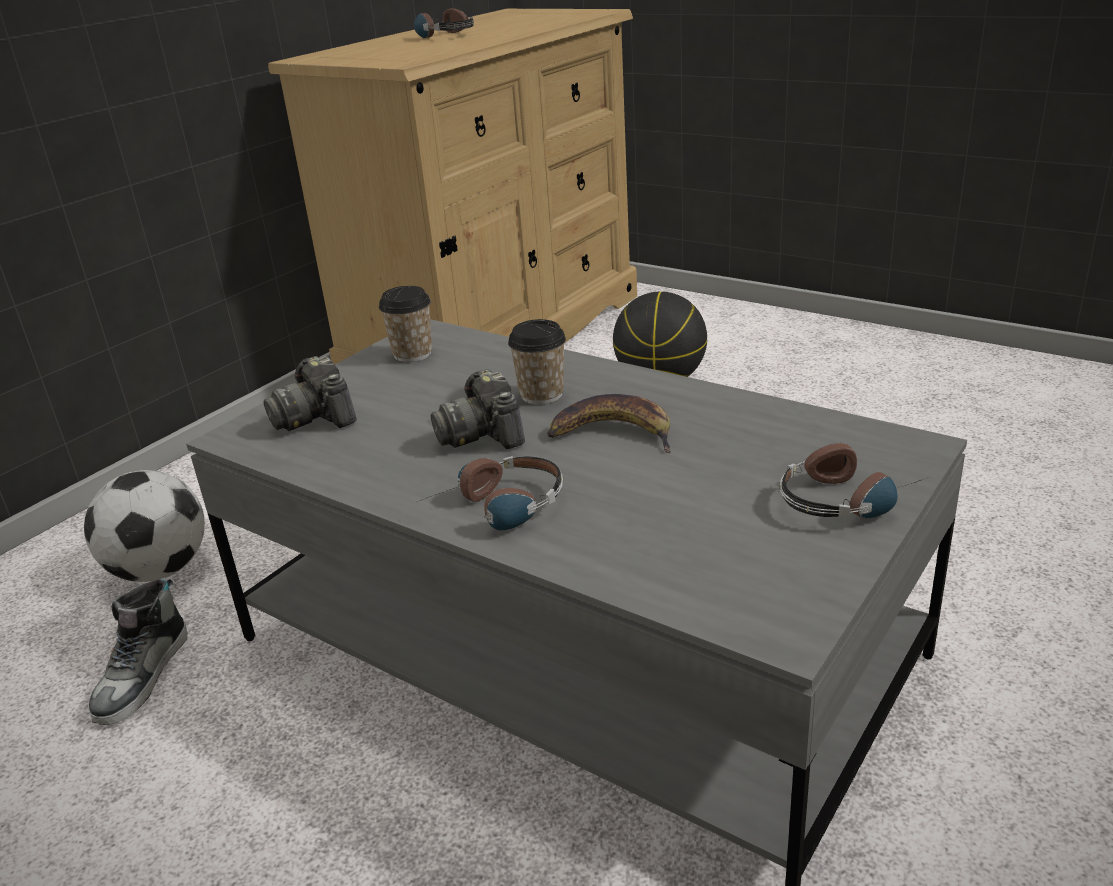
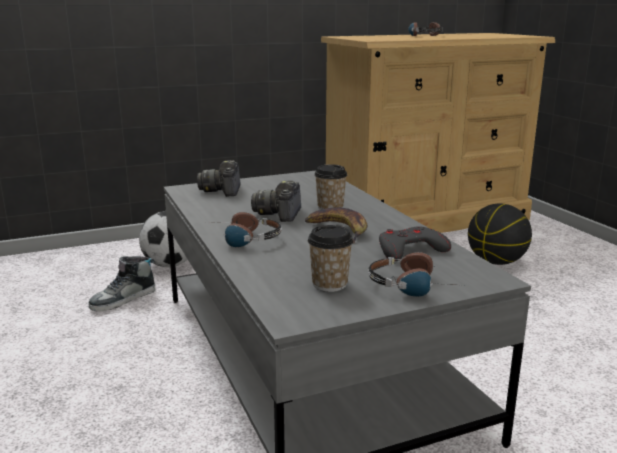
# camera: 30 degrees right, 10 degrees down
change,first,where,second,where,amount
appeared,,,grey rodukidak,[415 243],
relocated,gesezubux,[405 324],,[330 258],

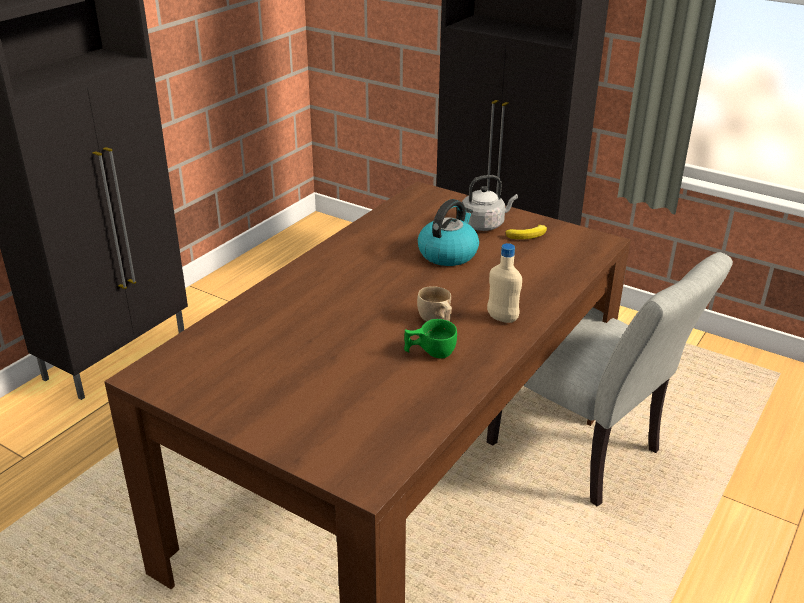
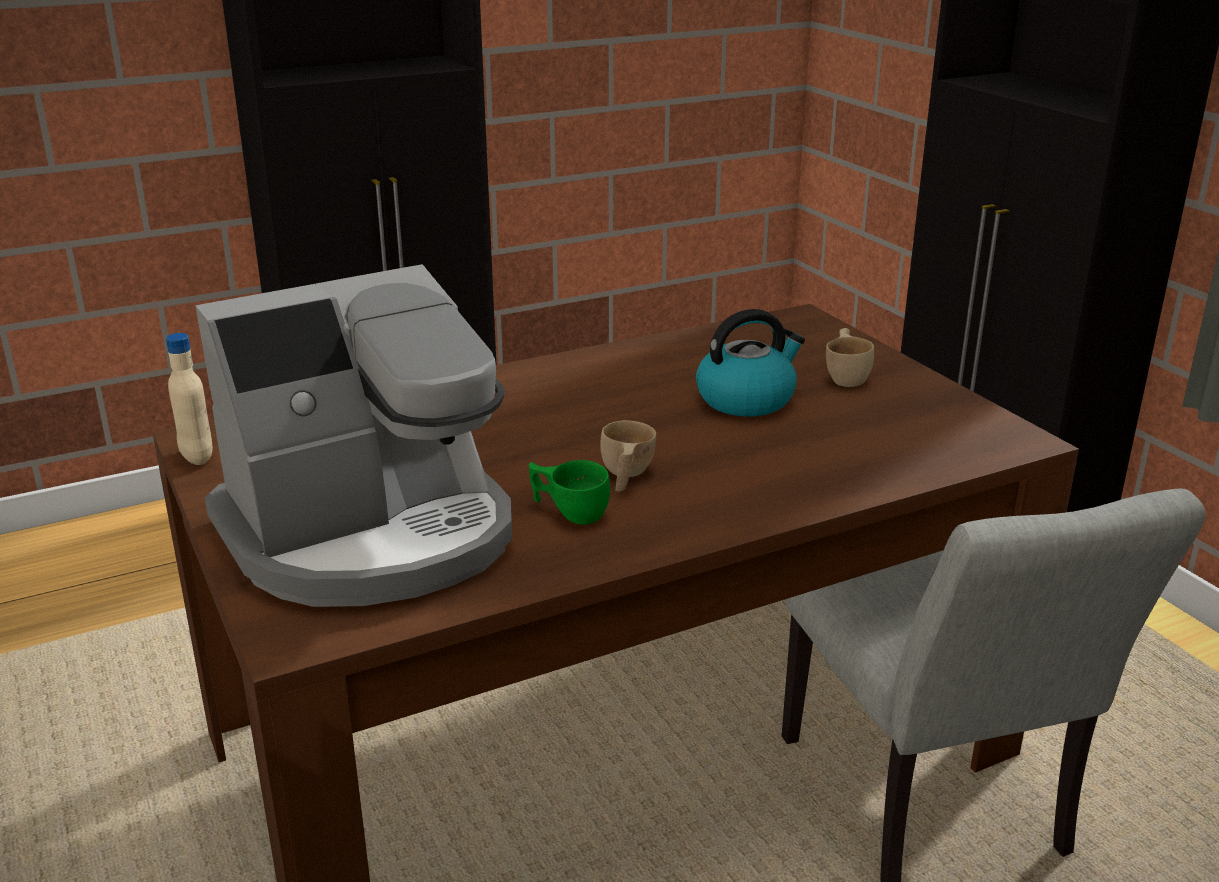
# camera: 30 degrees right, 5 degrees down
change,first,where,second,where,amount
missing,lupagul,[526 232],,,
appeared,,,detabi,[353 435],
relocated,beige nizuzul,[504 283],,[189 399],
exchanged,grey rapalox,[490 203],beige gesezubux,[850 357],

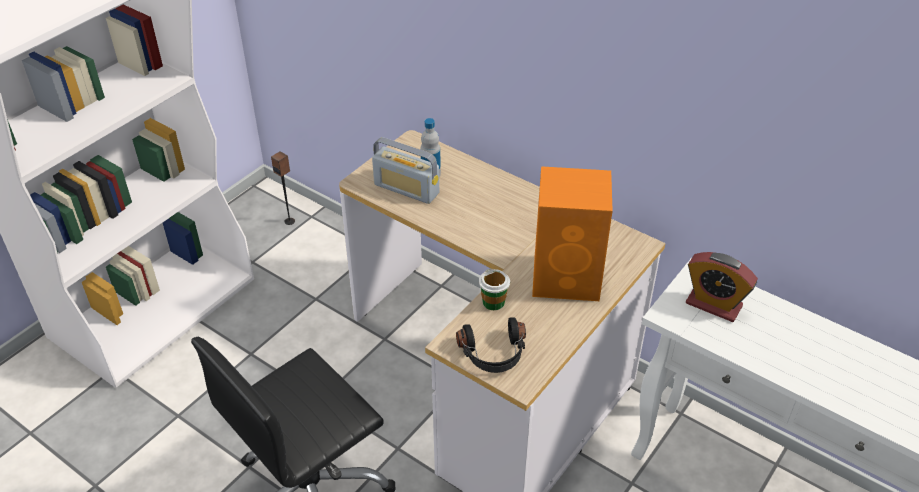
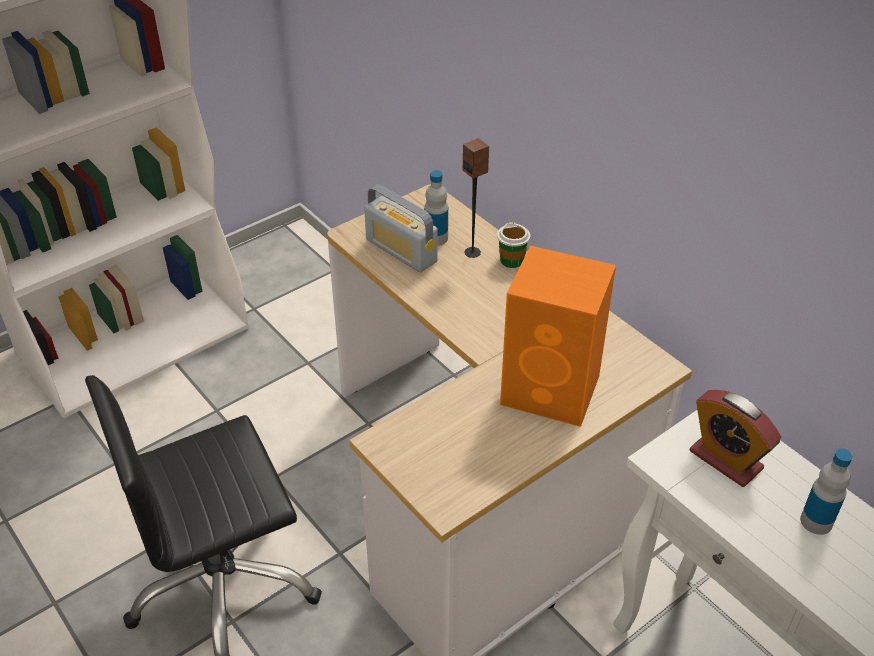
# camera: 15 degrees right, 0 degrees up
change,first,where,second,where,amount
missing,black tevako,[491 345],,,
appeared,,,nizuzul,[826 492],
relocated,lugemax,[283 188],,[476 198],
relocated,gesezubux,[494 289],,[514 245],

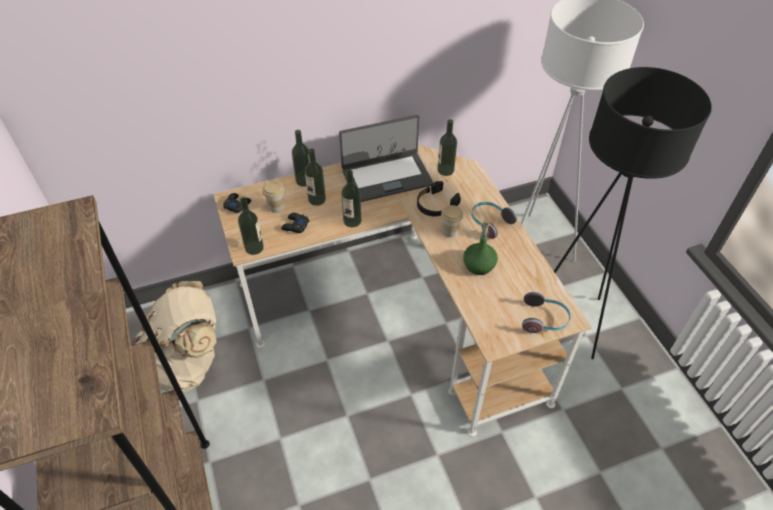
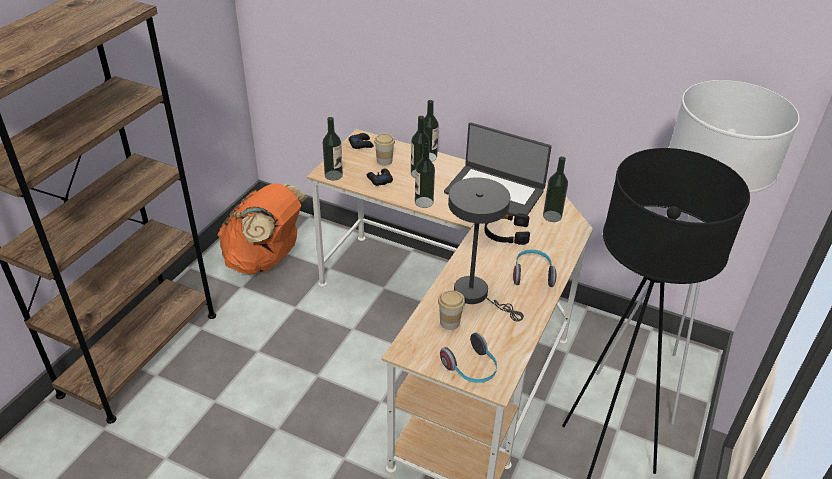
# camera: 45 degrees right, 10 degrees down
change,first,where,second,where,amount
relocated,gesezubux,[452 221],,[451 310],
exchanged,green nizuzul,[480 247],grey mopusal,[486 249],
colour,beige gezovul,[174 336],orange gezovul,[262 228],

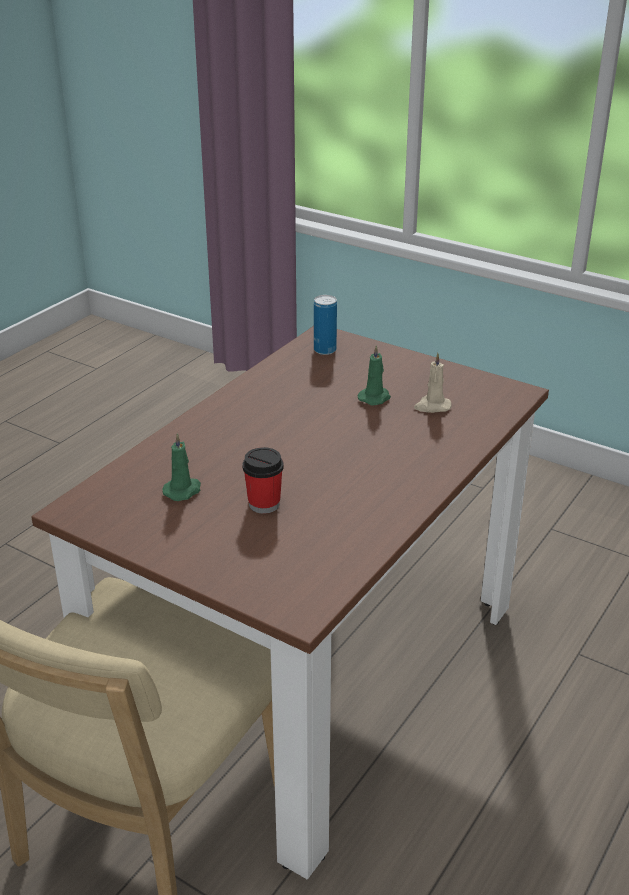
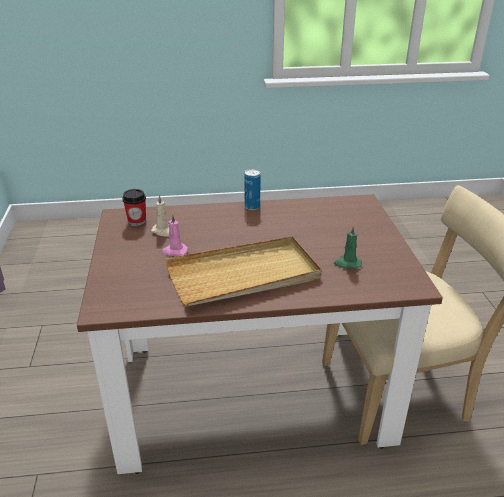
# camera: 130 degrees left, 0 degrees up
change,first,where,second,where,amount
appeared,,,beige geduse,[243 271],
relocated,gesezubux,[263 480],,[134 207],
relocated,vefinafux,[325 325],,[252 189],
colour,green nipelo,[374 375],pink nipelo,[174 235],

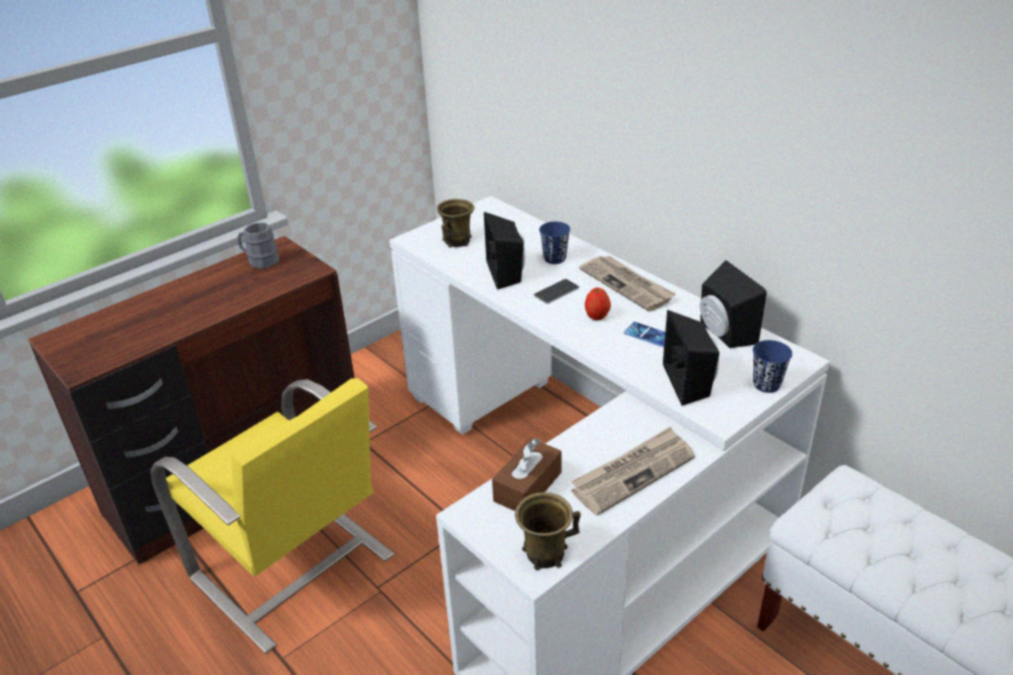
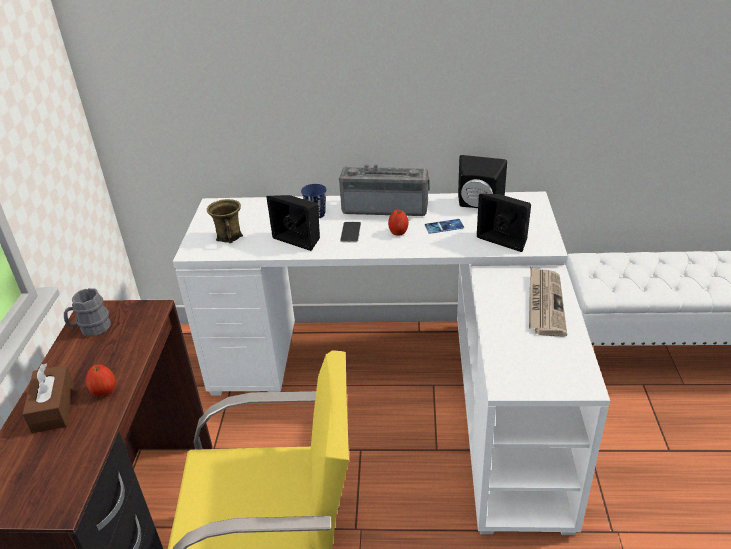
# camera: 45 degrees left, 0 degrees up
change,first,where,second,where,amount
missing,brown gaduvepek,[548 531],,,
missing,blue gesezubux,[772 366],,,
appeared,,,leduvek,[101 380],
relocated,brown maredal,[526 474],,[48 398],
exchanged,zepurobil,[627 284],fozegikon,[384 190],

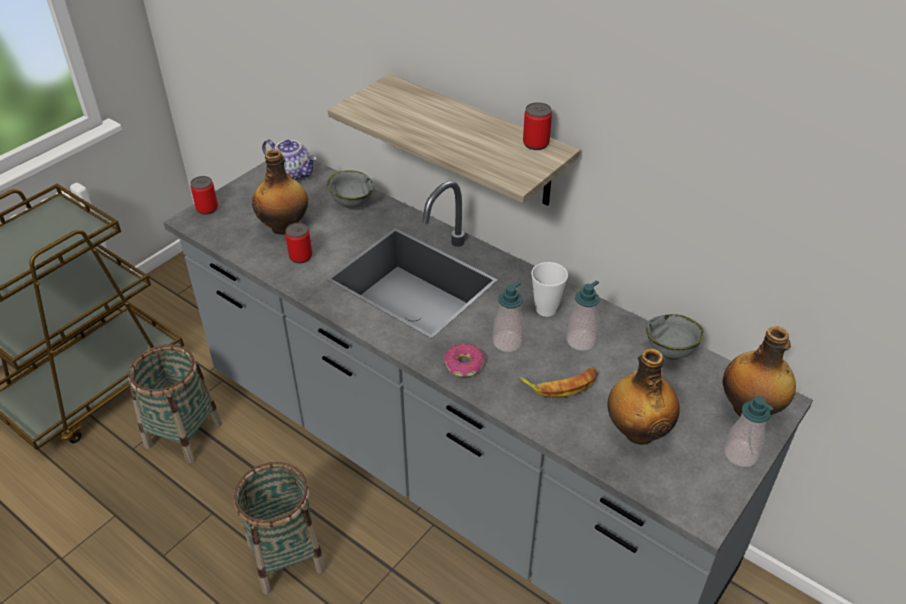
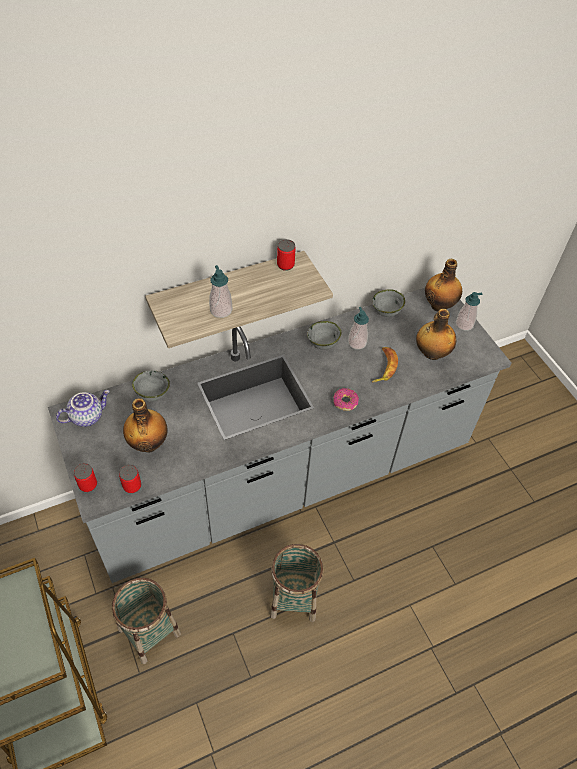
# camera: 65 degrees left, 10 degrees up
change,first,where,second,where,amount
relocated,vefinafux,[298 243],,[130 478],
relocated,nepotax,[508 316],,[220 291],
exchanged,gesezubux,[549 289],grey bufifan,[324 335],

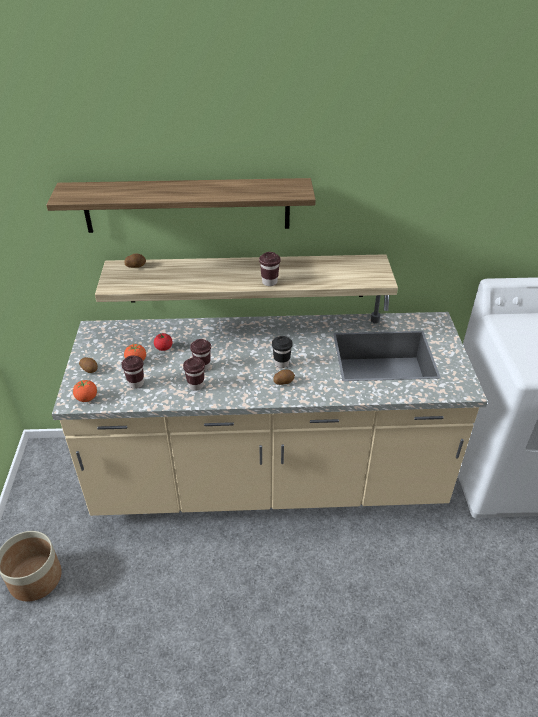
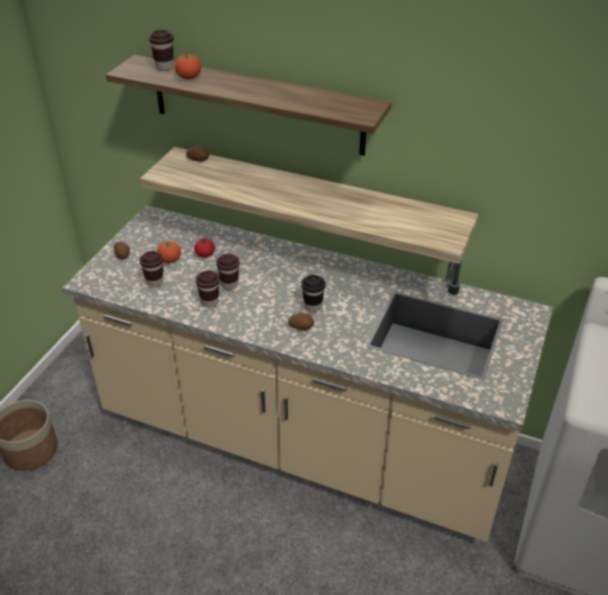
# camera: 25 degrees right, 0 degrees up
change,first,where,second,where,amount
relocated,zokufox,[85 391],,[188 66],
relocated,brown gesezubux,[269 269],,[161 50],

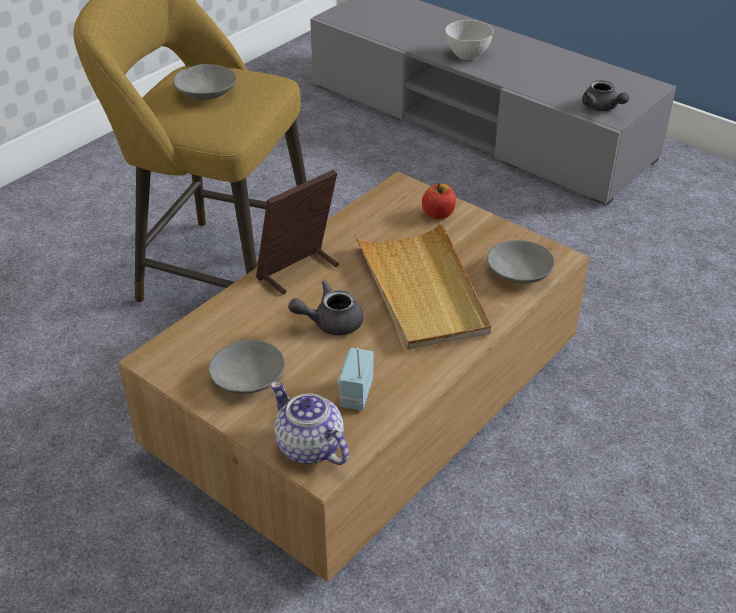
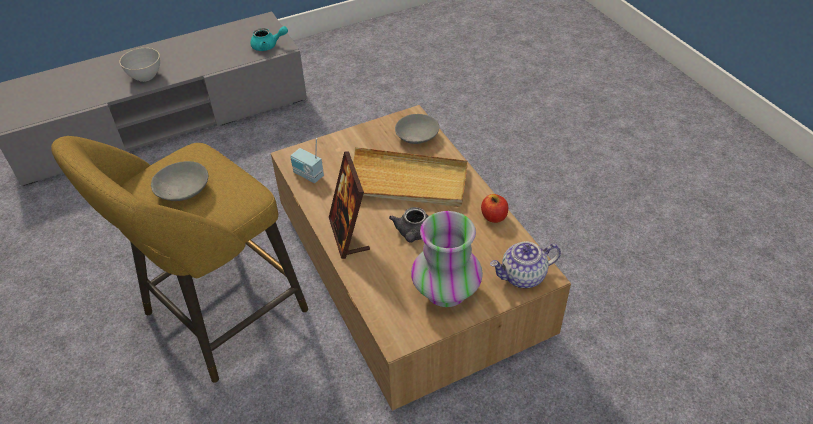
# camera: 65 degrees left, 5 degrees up
change,first,where,second,where,amount
relocated,fozegikon,[355 379],,[307 160],
relocated,leduvek,[439 201],,[494 208],
exchanged,grey bufifan,[246 366],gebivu,[447 259],
colour,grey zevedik,[605 95],turquoise zevedik,[269 38],

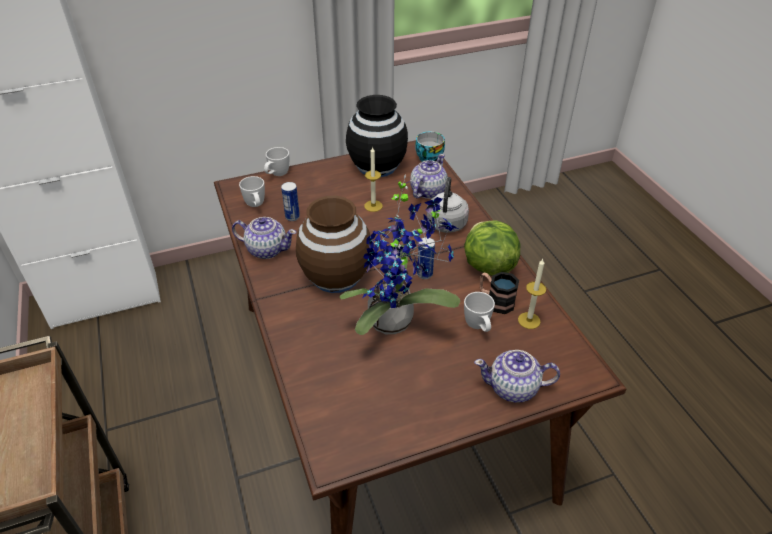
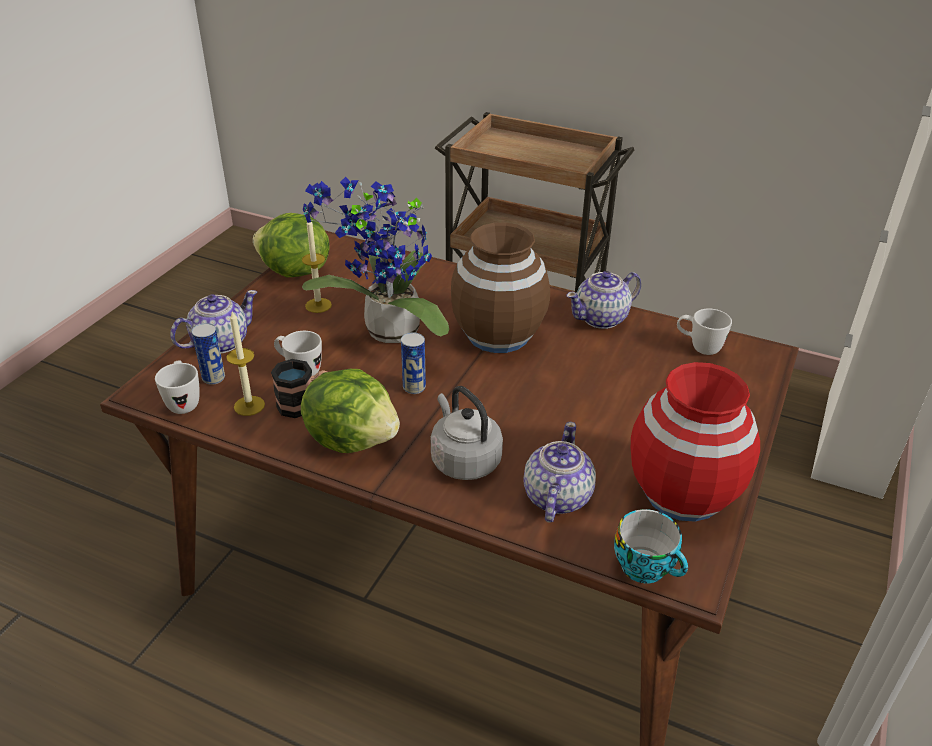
# camera: 135 degrees right, 5 degrees down
change,first,where,second,where,amount
appeared,,,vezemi,[291 245],
relocated,white gaduvepek,[276 161],,[177 387],
relocated,vefinafux,[290 201],,[208 354],
relocated,nipelo,[373 179],,[317 267],
colour,black gebivu,[377 136],red gebivu,[695 442],
spun,zevedik,[429 176],,[560 472],150 degrees counterclockwise

